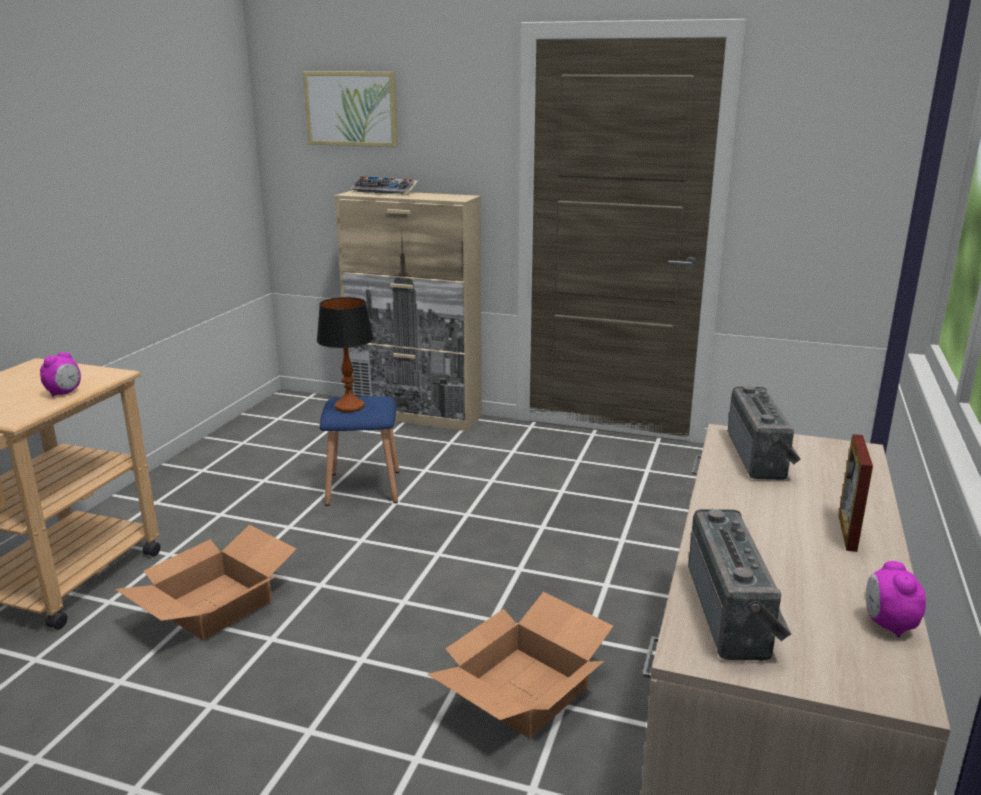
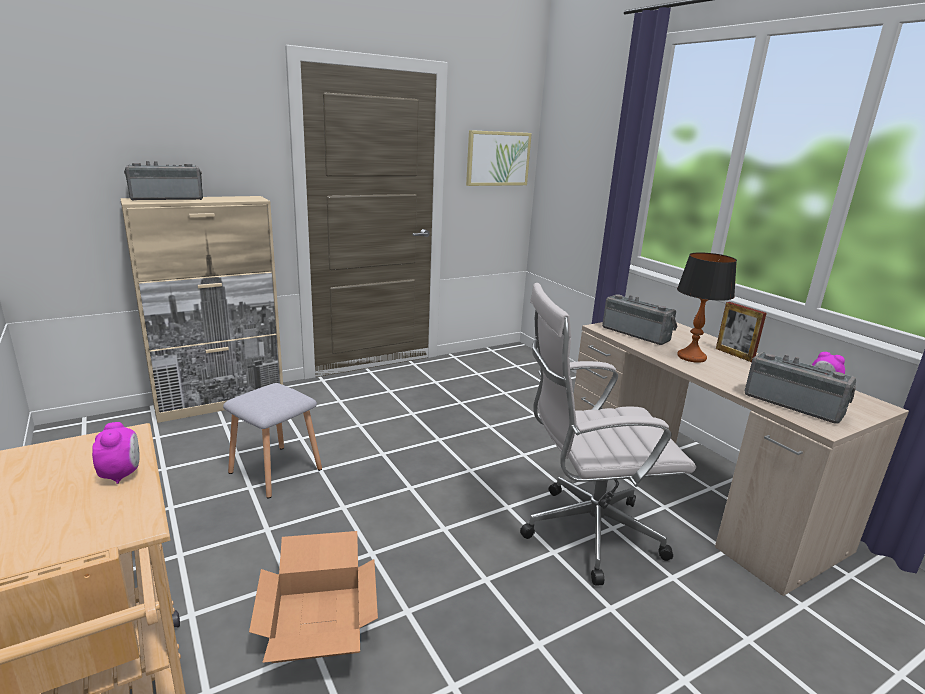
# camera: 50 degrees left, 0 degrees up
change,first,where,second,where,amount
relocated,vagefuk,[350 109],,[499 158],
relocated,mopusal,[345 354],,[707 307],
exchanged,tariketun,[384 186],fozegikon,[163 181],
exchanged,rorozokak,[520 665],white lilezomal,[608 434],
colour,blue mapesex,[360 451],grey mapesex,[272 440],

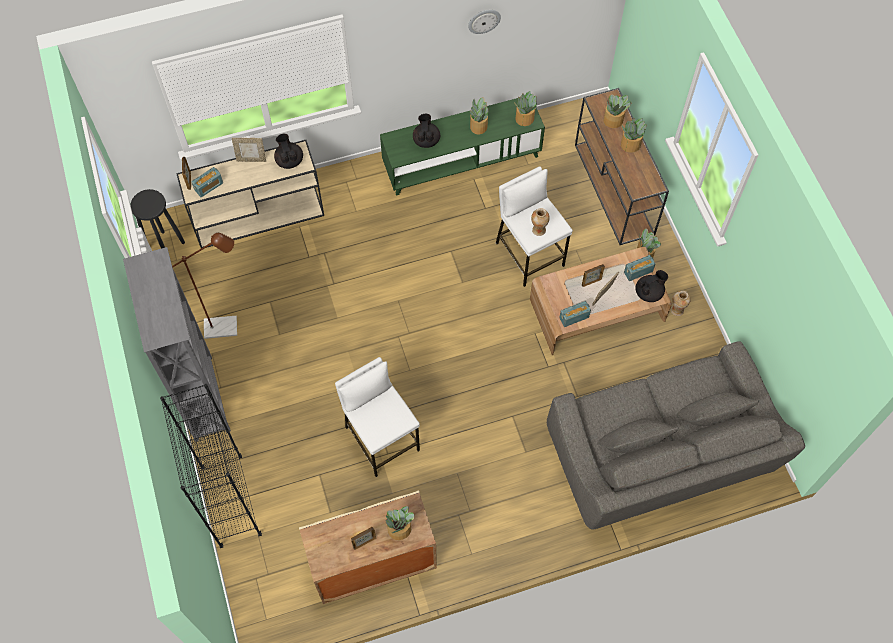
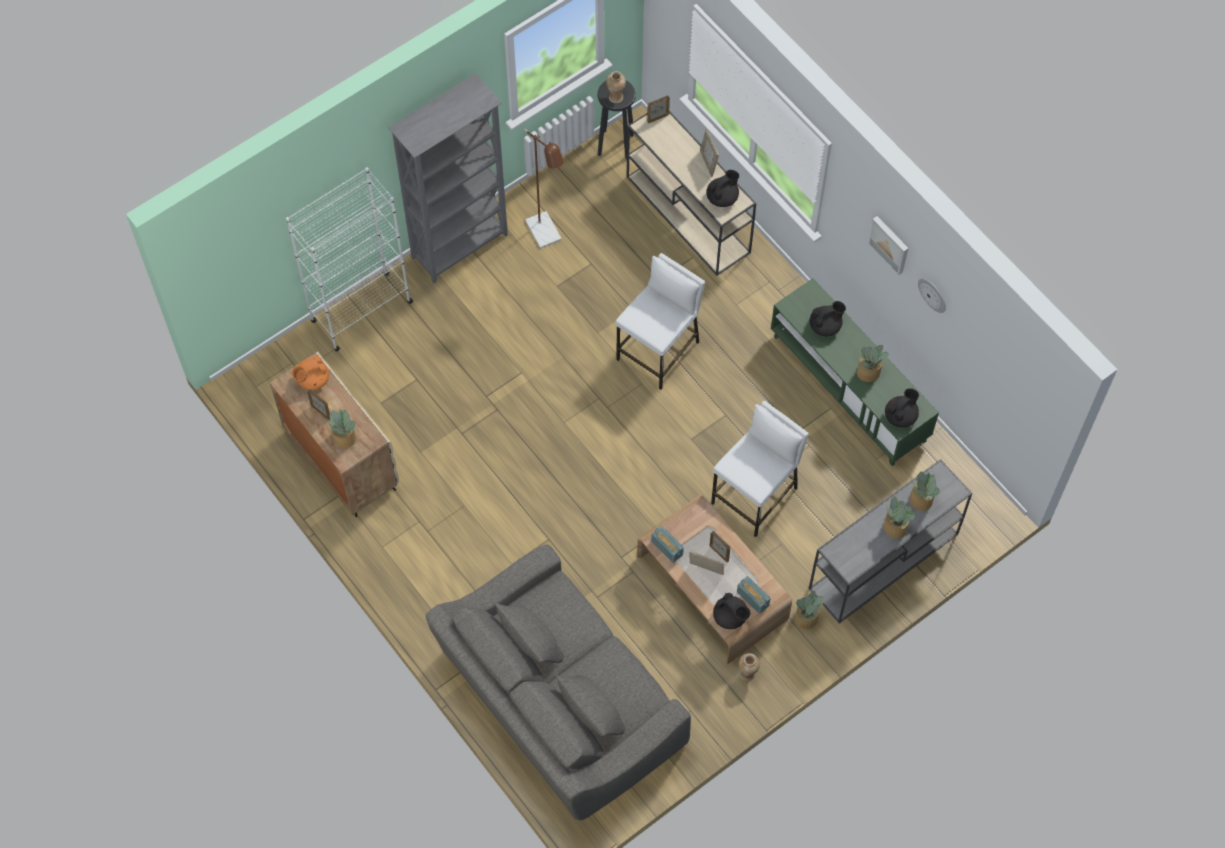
# camera: 70 degrees right, 0 degrees up
change,first,where,second,where,amount
missing,fozegikon,[207 182],,,
appeared,,,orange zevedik,[310 372],
appeared,,,vagefuk,[888 245],
relocated,white mapesex,[377 417],,[660 321],
relocated,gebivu,[540 222],,[616 87],
exchanged,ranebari,[525 108],black zevedik,[902 407],
colour,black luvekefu,[211 466],white luvekefu,[349 259],
colour,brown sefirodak,[622 166],grey sefirodak,[890 541],

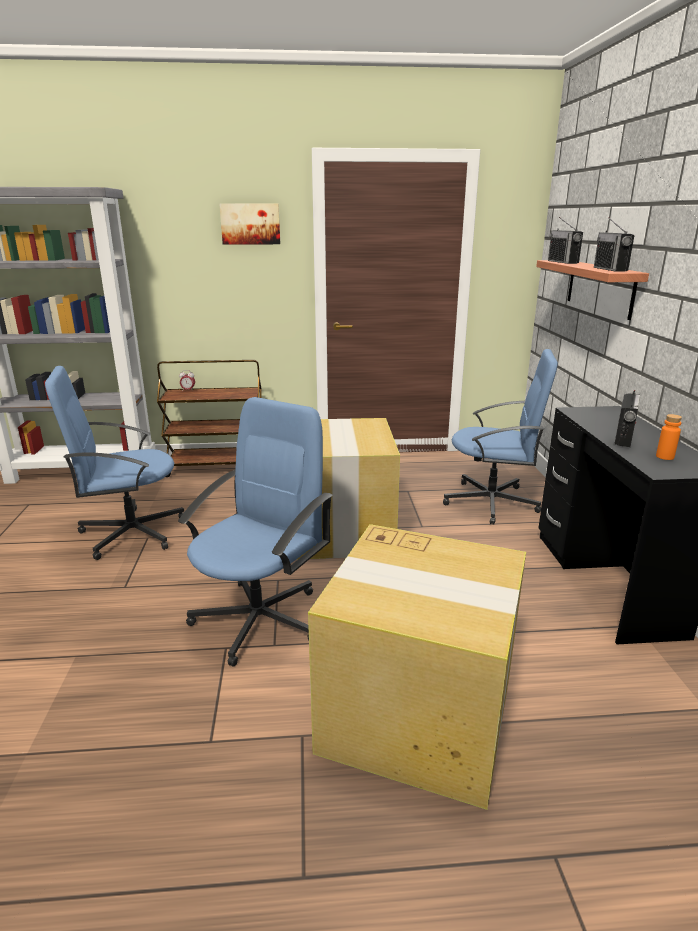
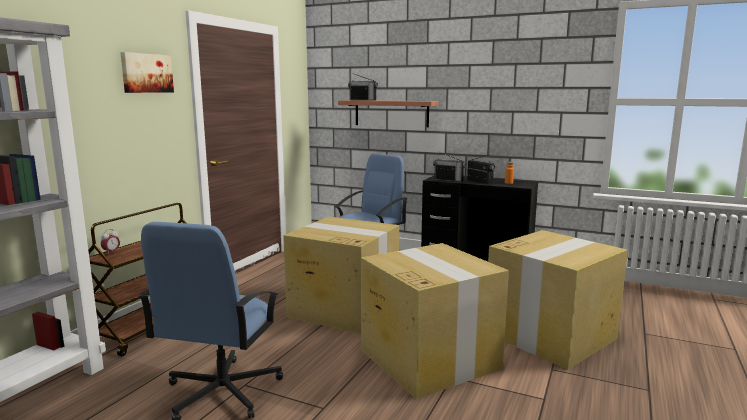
# camera: 60 degrees left, 10 degrees down
change,first,where,second,where,amount
relocated,fozegikon,[614 244],,[449 167],
exchanged,blue lilezomal,[255 532],rorozokak,[435 321],

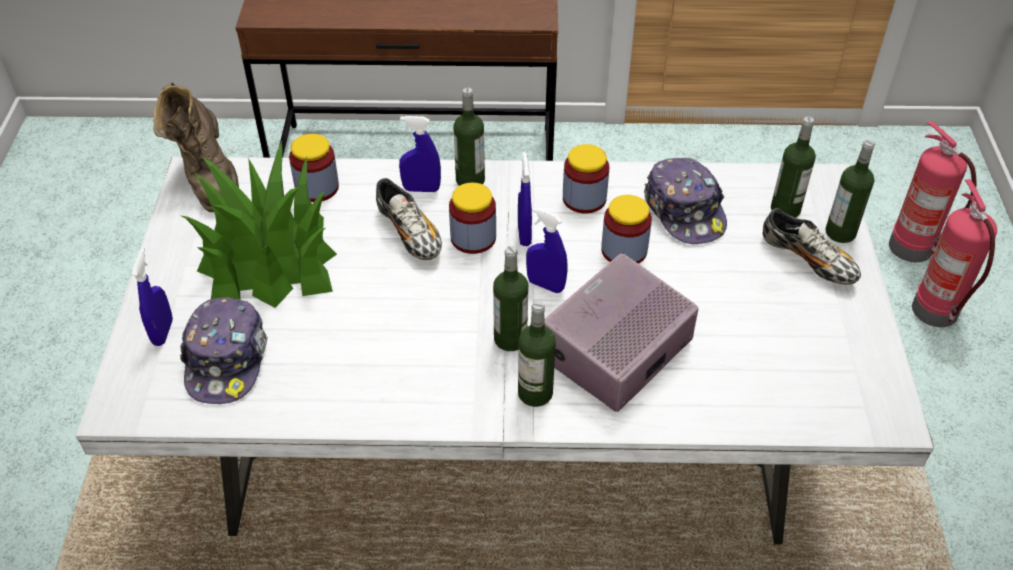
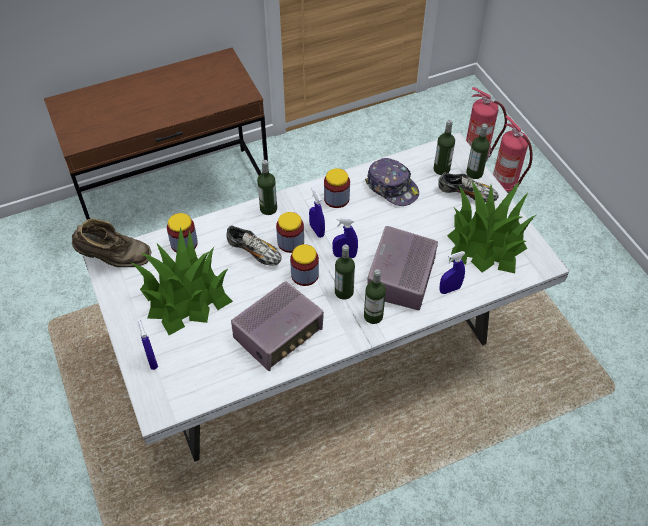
# camera: 25 degrees left, 5 degrees up
change,first,where,second,where,amount
missing,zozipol,[223 351],,,
appeared,,,fozegikon,[277 326],
appeared,,,ranebari,[491 227],
relocated,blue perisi,[420 154],,[452 272],
relocated,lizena,[626 229],,[304 265],
spun,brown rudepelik,[196 147],,[111 242],45 degrees counterclockwise

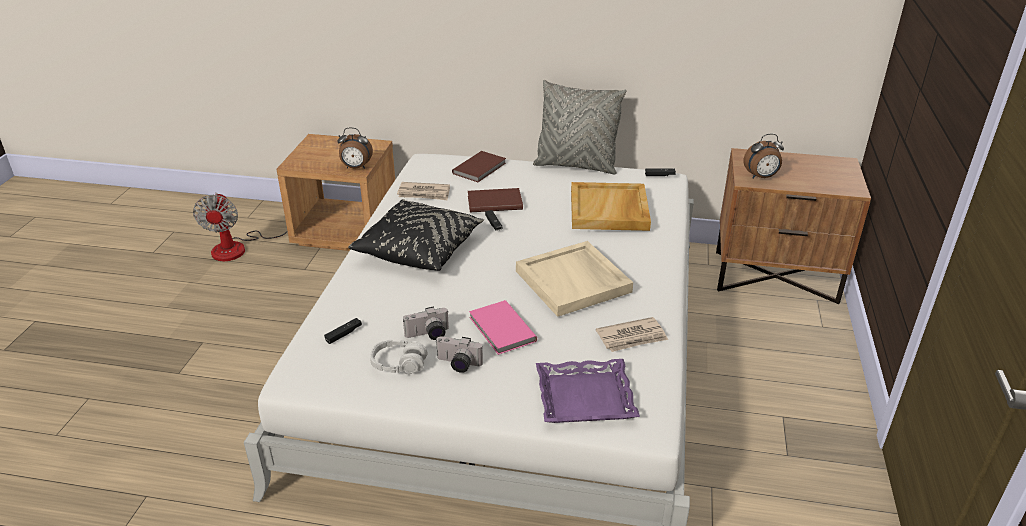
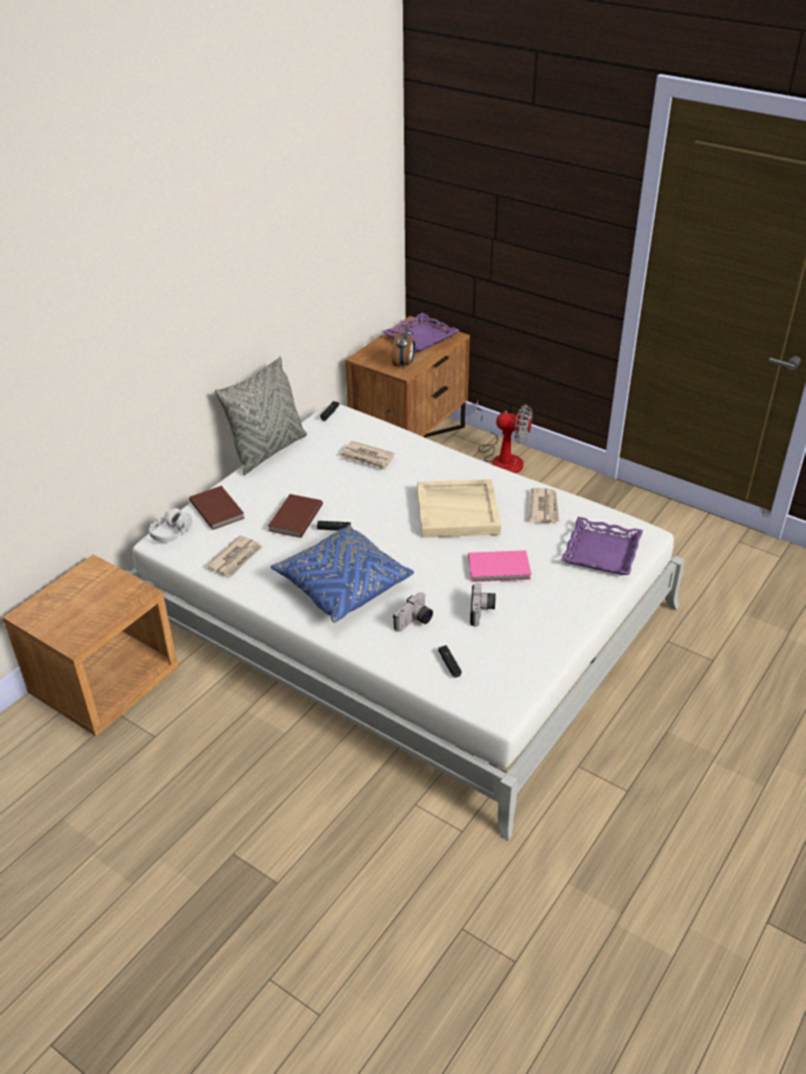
# camera: 65 degrees left, 5 degrees up
change,first,where,second,where,amount
missing,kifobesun,[355 148],,,
appeared,,,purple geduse,[420 332],
relocated,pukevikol,[240 227],,[504 437],
relocated,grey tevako,[399 357],,[170 525],
relocated,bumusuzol,[459 354],,[413 612],
exchanged,beige geduse,[611 206],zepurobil,[367 455],
colour,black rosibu,[416 235],blue rosibu,[342 574],

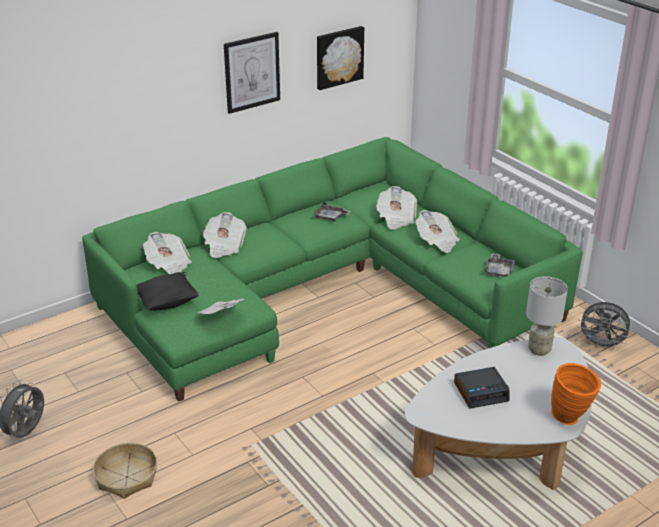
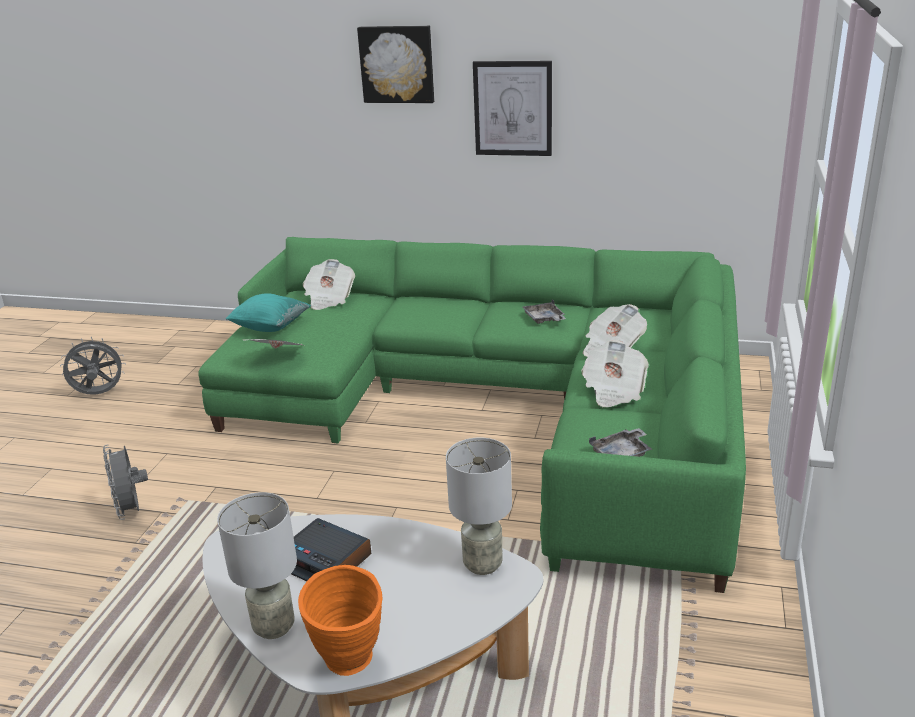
# camera: 50 degrees right, 5 degrees down
change,first,where,second,where,amount
missing,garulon,[125 471],,,
missing,zepurobil,[225 235],,,
appeared,,,grey mopusal,[257 565],
relocated,vagefuk,[340 58],,[395 64],
relocated,grey pukevikol,[605 326],,[125 482],
colour,black rosibu,[168 291],turquoise rosibu,[268 312],

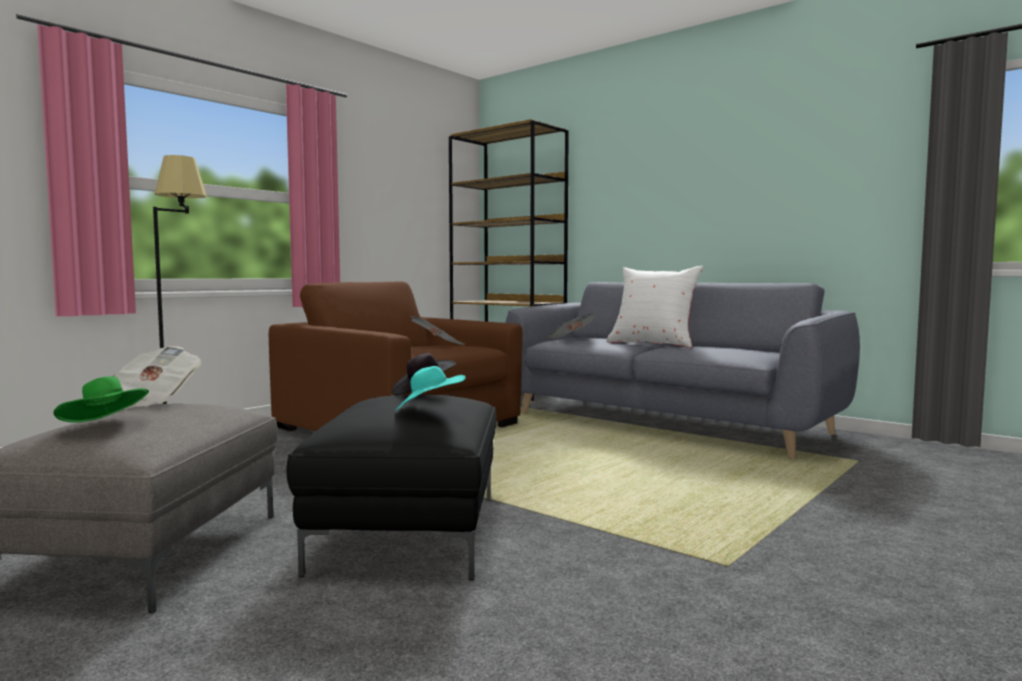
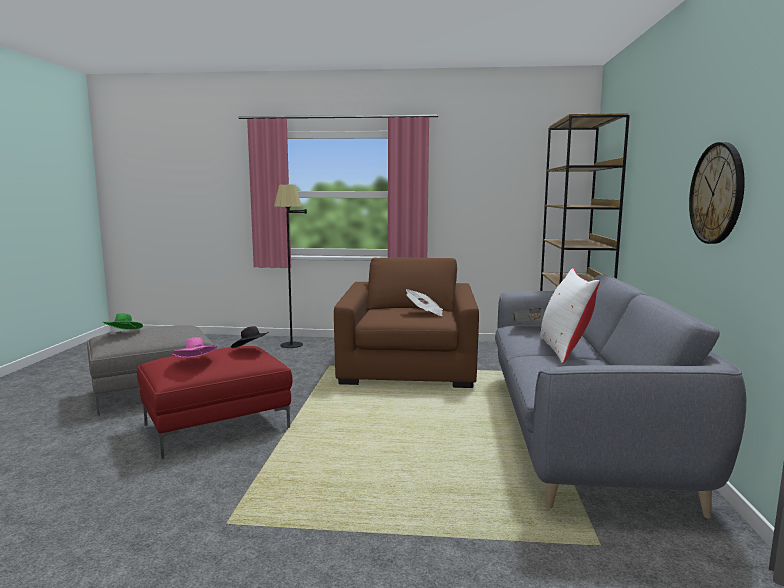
# camera: 55 degrees right, 5 degrees up
change,first,where,second,where,amount
missing,zepurobil,[157 377],,,
appeared,,,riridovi,[717 193],
colour,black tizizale,[391 487],red tizizale,[215 402],
colour,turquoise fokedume,[430 388],pink fokedume,[194 347],

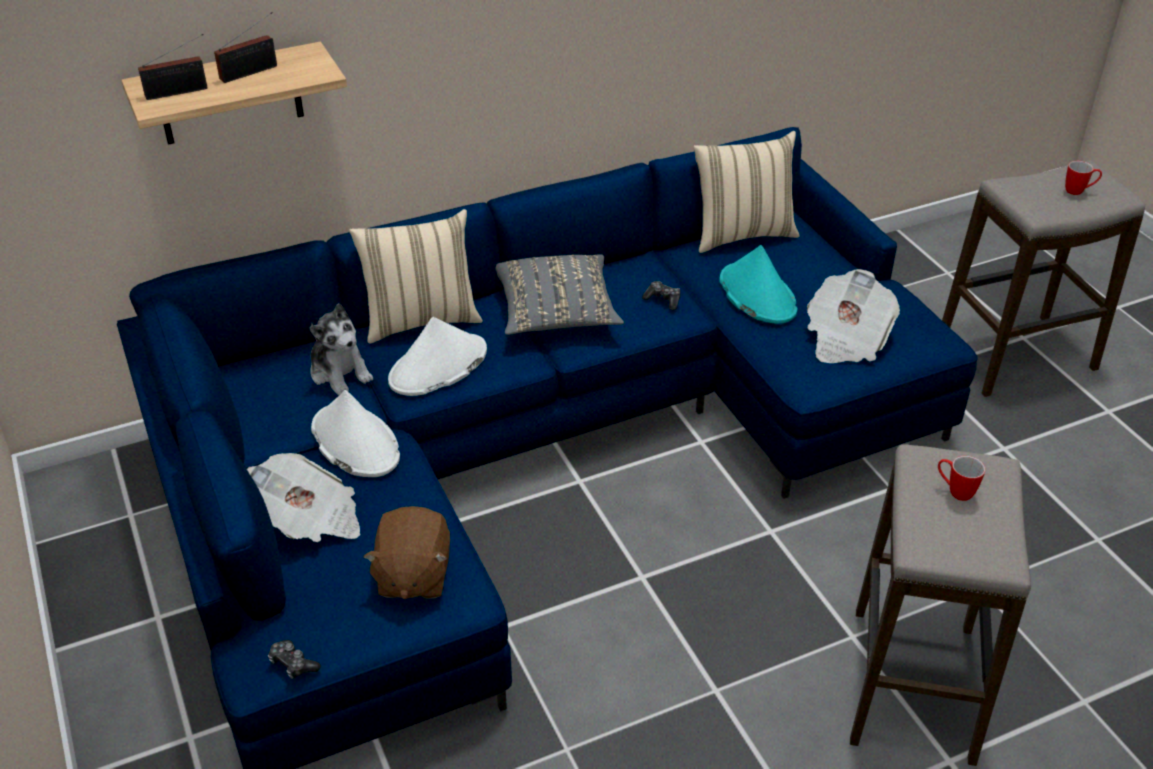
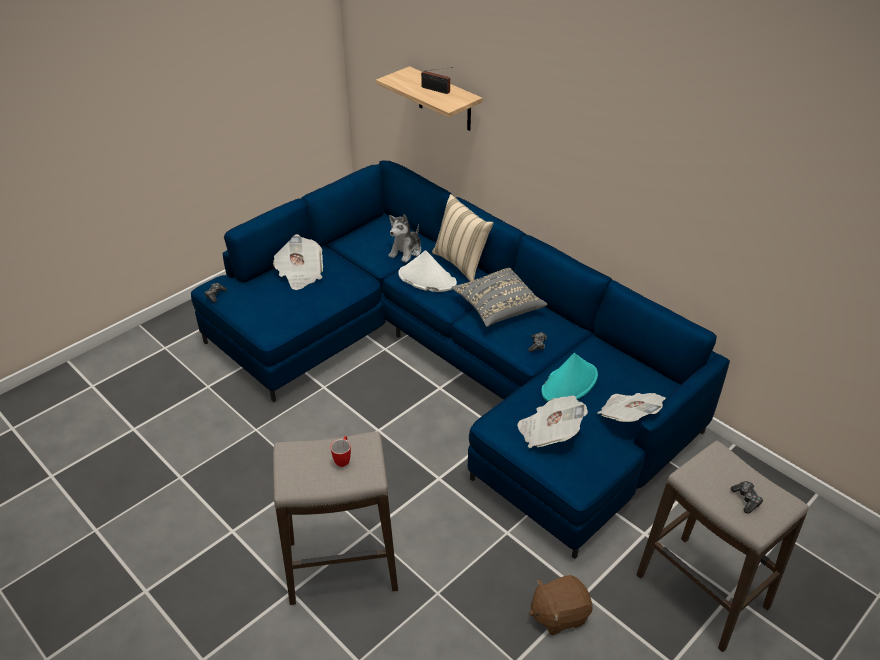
# camera: 70 degrees right, 0 degrees up
change,first,where,second,where,amount
missing,fozegikon,[172 67],,,
missing,white fokedume,[355 433],,,
missing,beige rosibu,[746 192],,,
appeared,,,zepurobil,[631 407],
relocated,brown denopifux,[406 553],,[561 605],
exchanged,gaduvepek,[1083 178],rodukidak,[746 497],

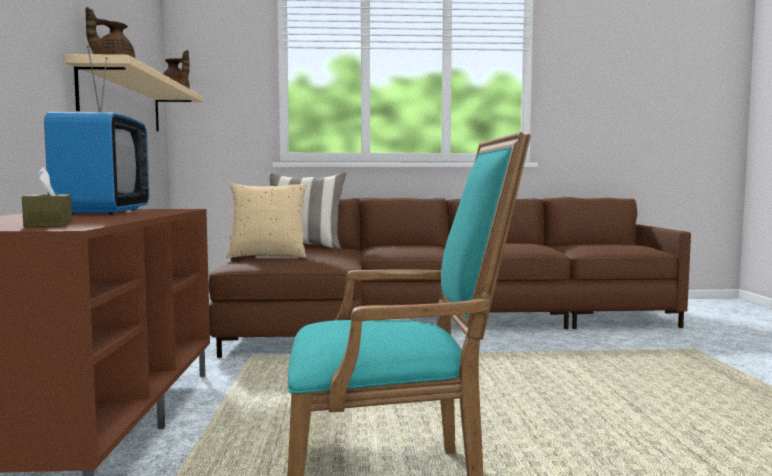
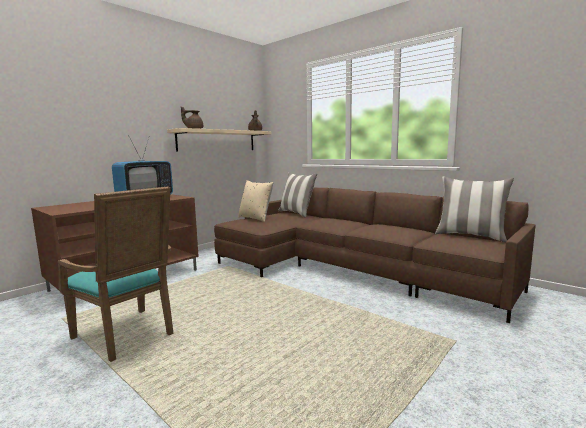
# camera: 45 degrees right, 5 degrees up
change,first,where,second,where,amount
missing,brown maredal,[47 197],,,
appeared,,,rosibu,[474 209],

